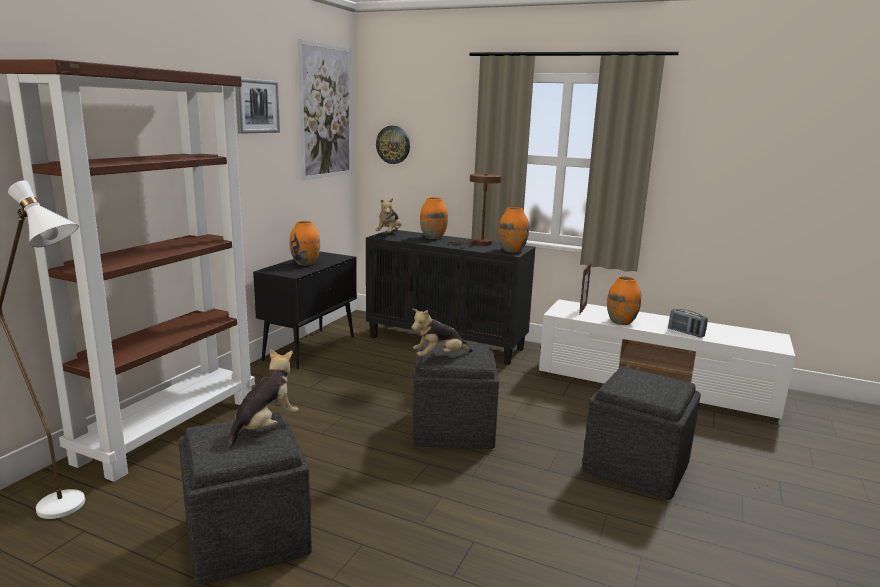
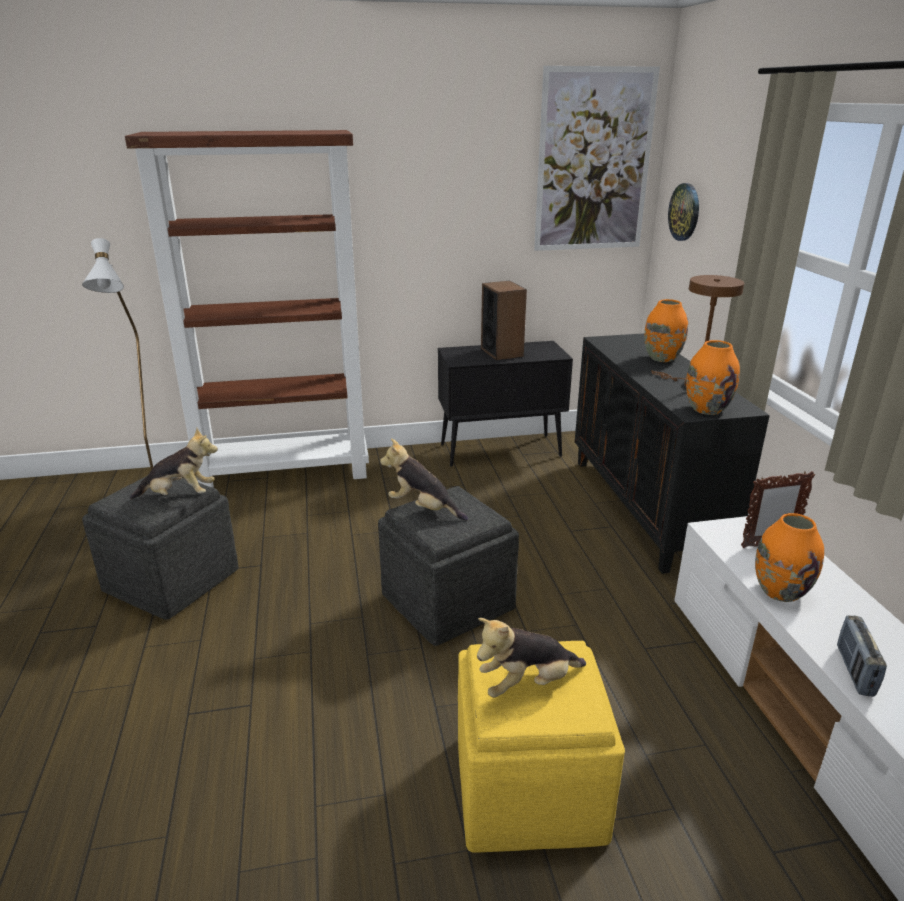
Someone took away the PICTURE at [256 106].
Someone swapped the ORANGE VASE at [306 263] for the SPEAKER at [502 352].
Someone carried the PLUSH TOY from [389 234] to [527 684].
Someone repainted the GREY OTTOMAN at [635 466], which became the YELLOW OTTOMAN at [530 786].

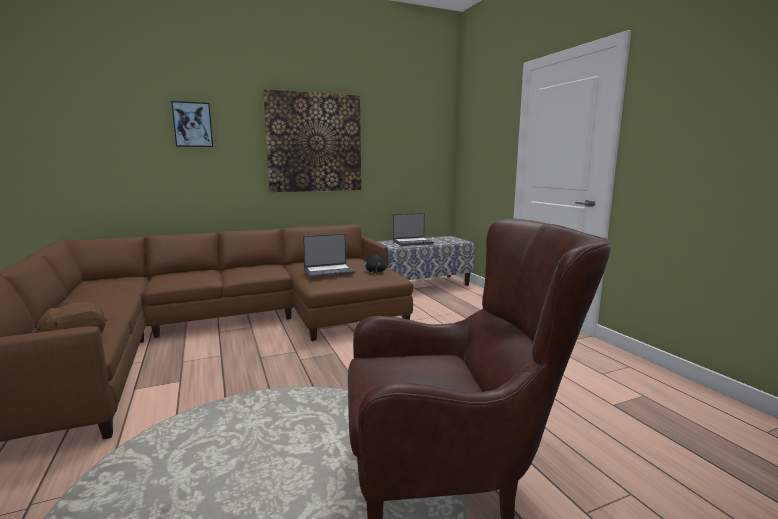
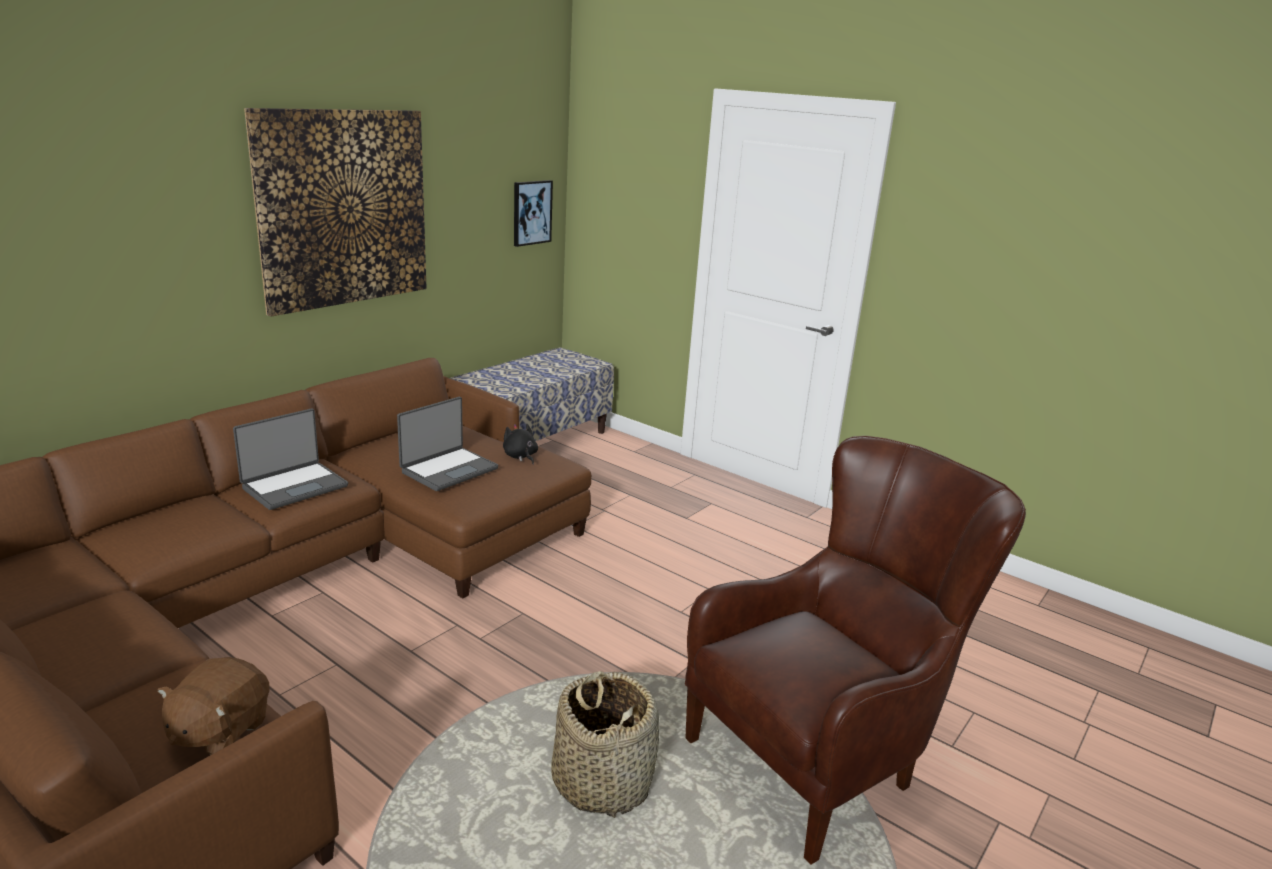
Someone carried the PICTURE from [192 124] to [531 212].
Someone carried the LAPTOP from [412 242] to [294 486].
Someone put down the BASKET at [602 781].

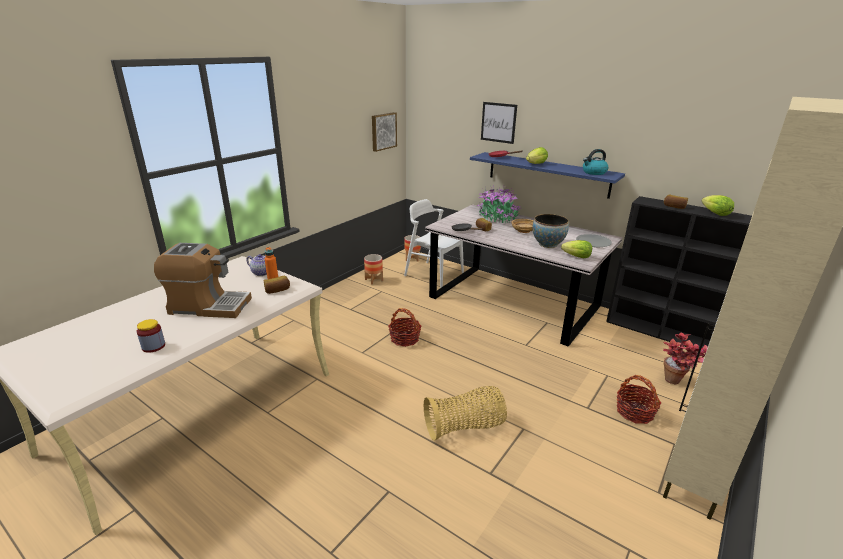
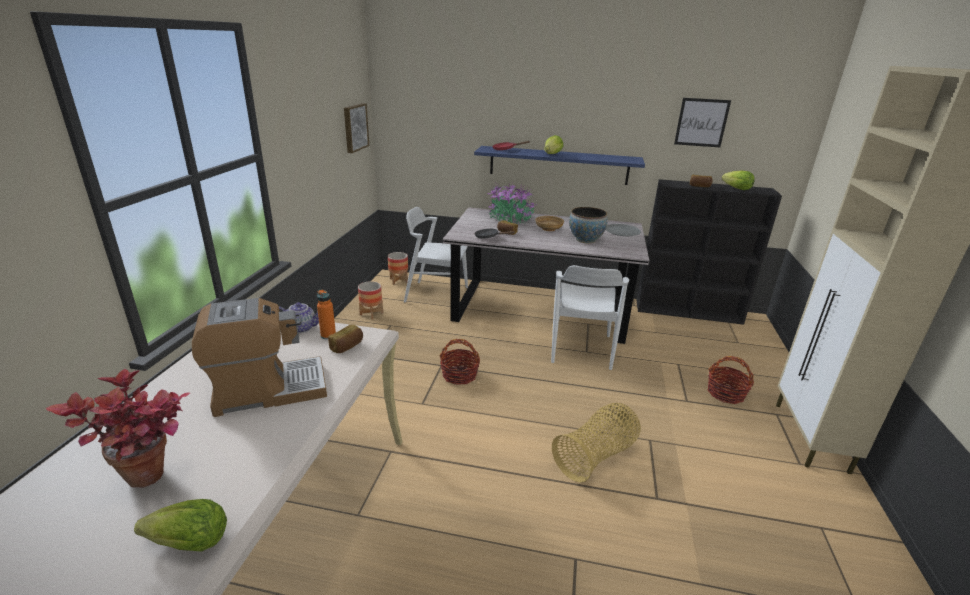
Someone took away the JAR at [153 346].
Someone carried the PICTURE from [498 122] to [701 122].
Someone carried the LETTUCE from [577 257] to [190 543].
Someone took away the KETTLE at [594 172].
Someone carried the POTTED PLANT from [677 383] to [154 482].
Someone put down the WHITE CHAIR at [581 349].

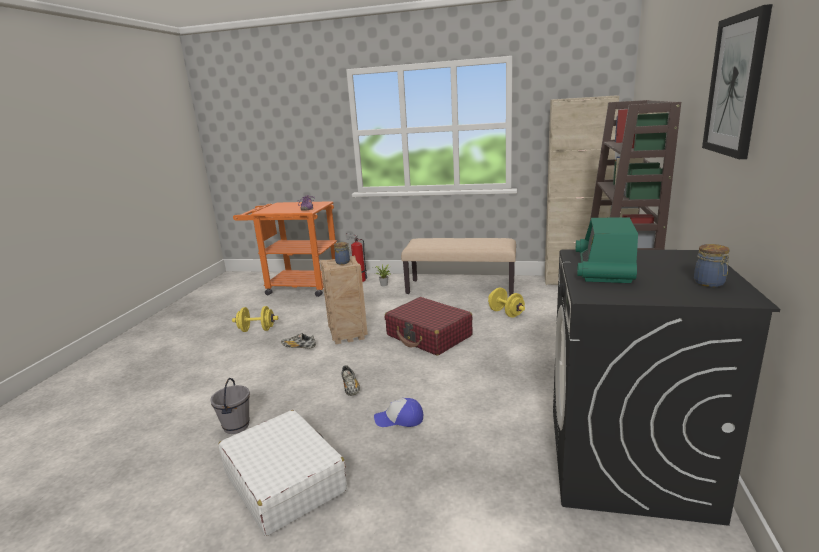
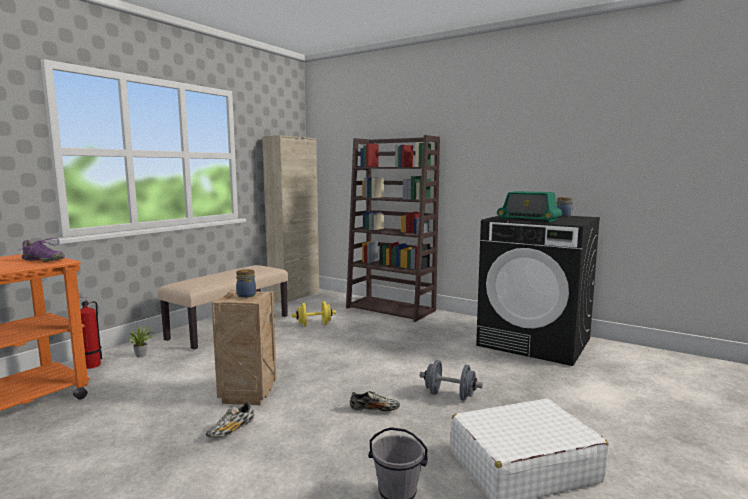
Someone took away the YELLOW DUMBBELL at [257 330].
Someone swapped the CAP at [399 419] for the GREY DUMBBELL at [450 395].
Someone took away the RED SUITCASE at [429 336].
Someone took away the PICTURE at [735 86].

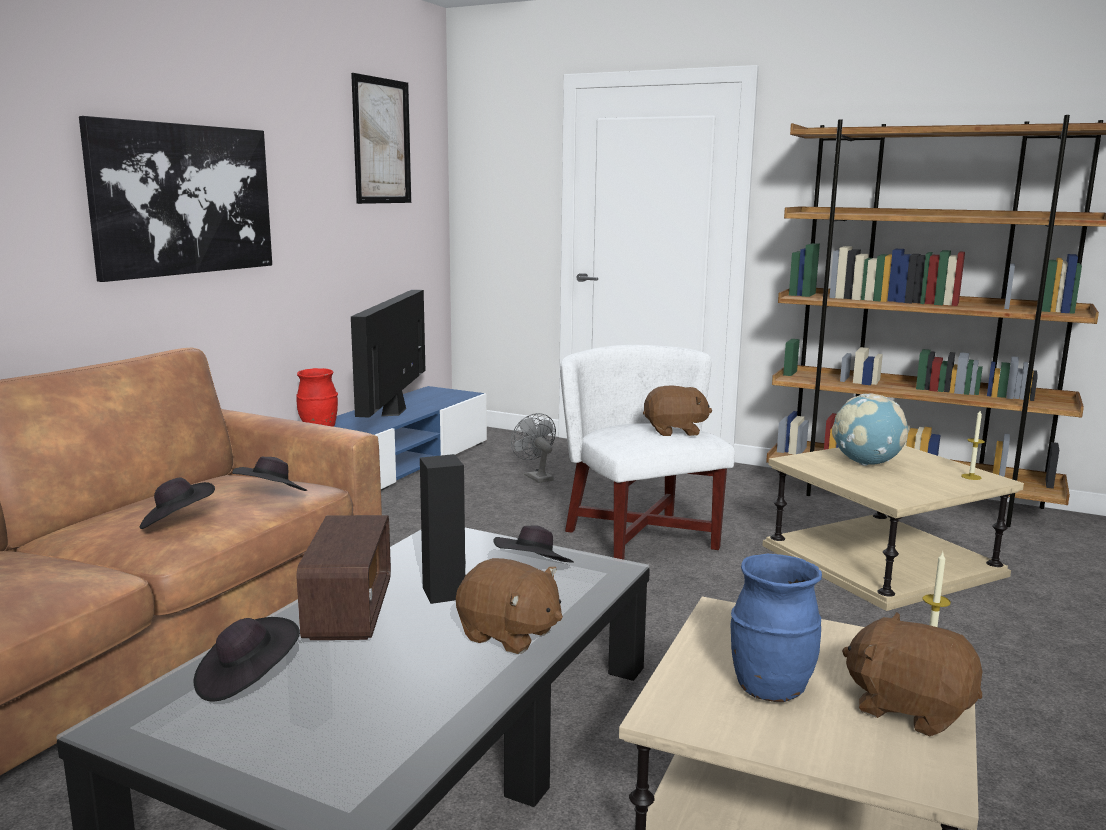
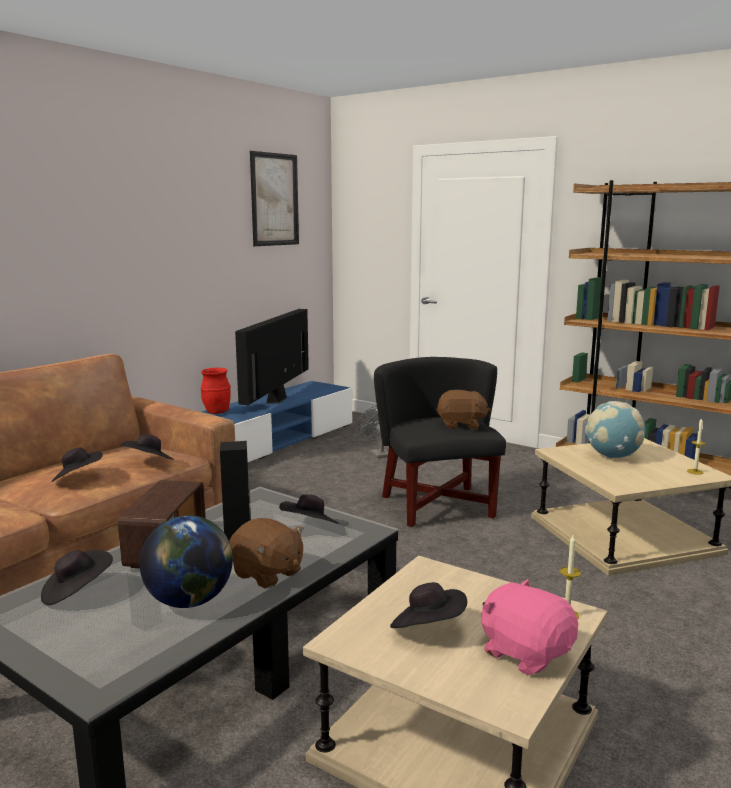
Someone took away the PICTURE at [184 199].
Someone repainted the WHITE ARMCHAIR at [642 538], which became the BLACK ARMCHAIR at [438 506].
Someone swapped the BLUE VASE at [769 688] for the BLACK HAT at [428 628].
Someone repainted the BROWN PLUSH TOY at [909 708], which became the PINK PLUSH TOY at [525 653].
Someone put down the GLOBE at [190 601].

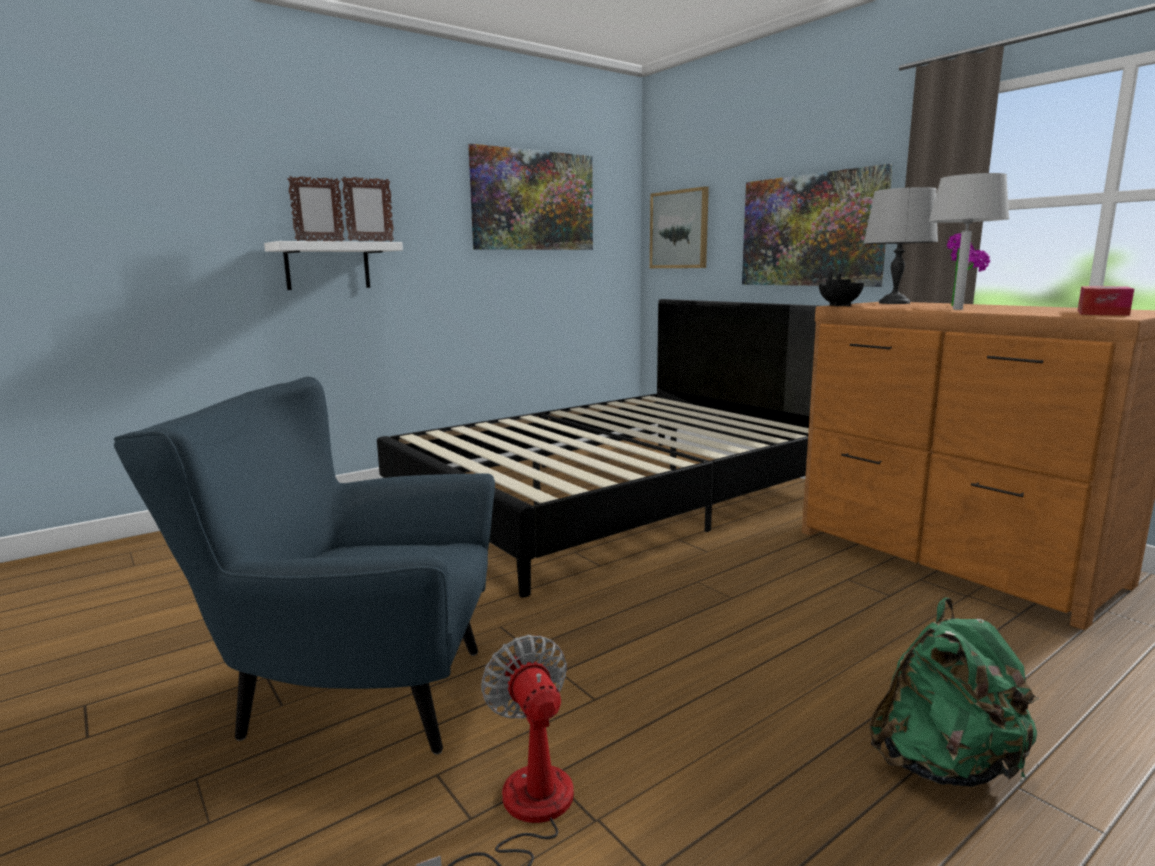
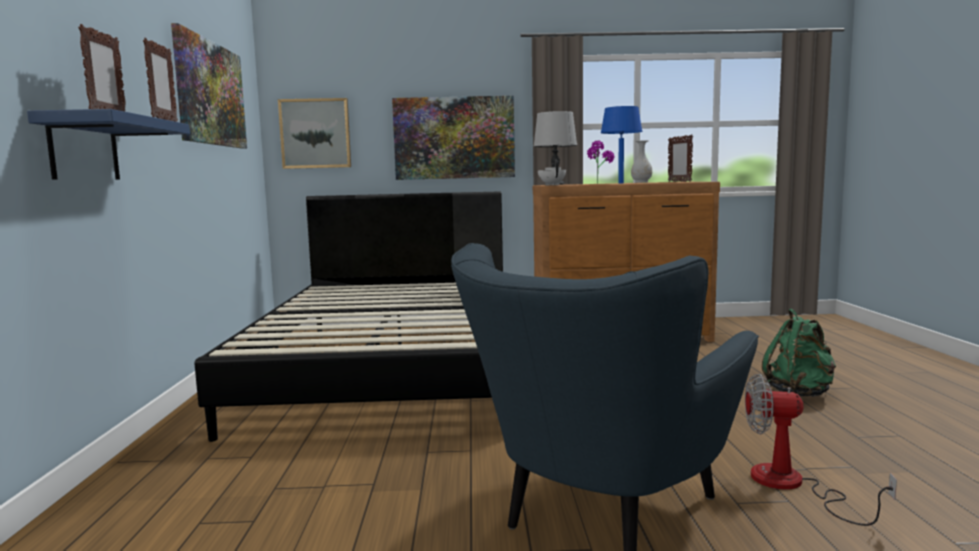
Someone repainted the WHITE SHELF at [327 266], which became the BLUE SHELF at [84 149].
Someone repainted the BLACK TEAPOT at [840 305], which became the WHITE TEAPOT at [552 185].
Someone repainted the GREY TABLE LAMP at [957 309], which became the BLUE TABLE LAMP at [620 183].
Someone swapped the TISSUE BOX at [1102 312] for the PICTURE FRAME at [679 181].
Someone put down the WHITE VASE at [641 182].

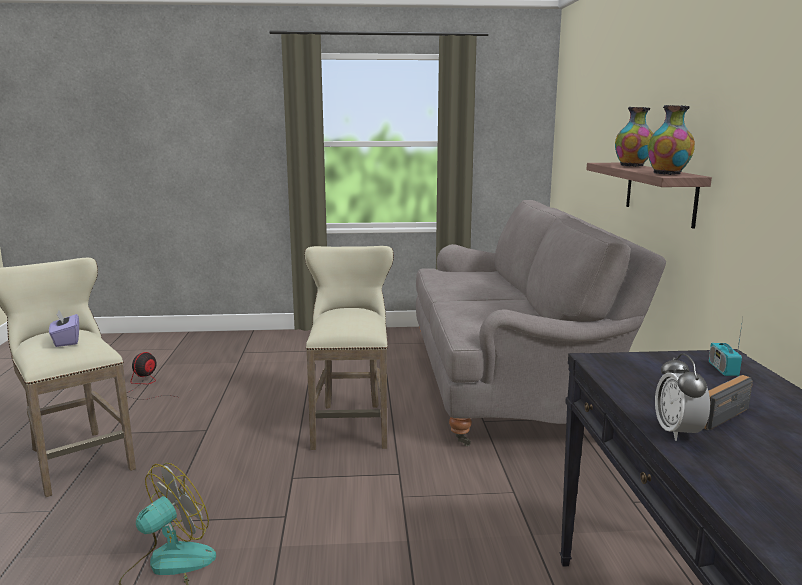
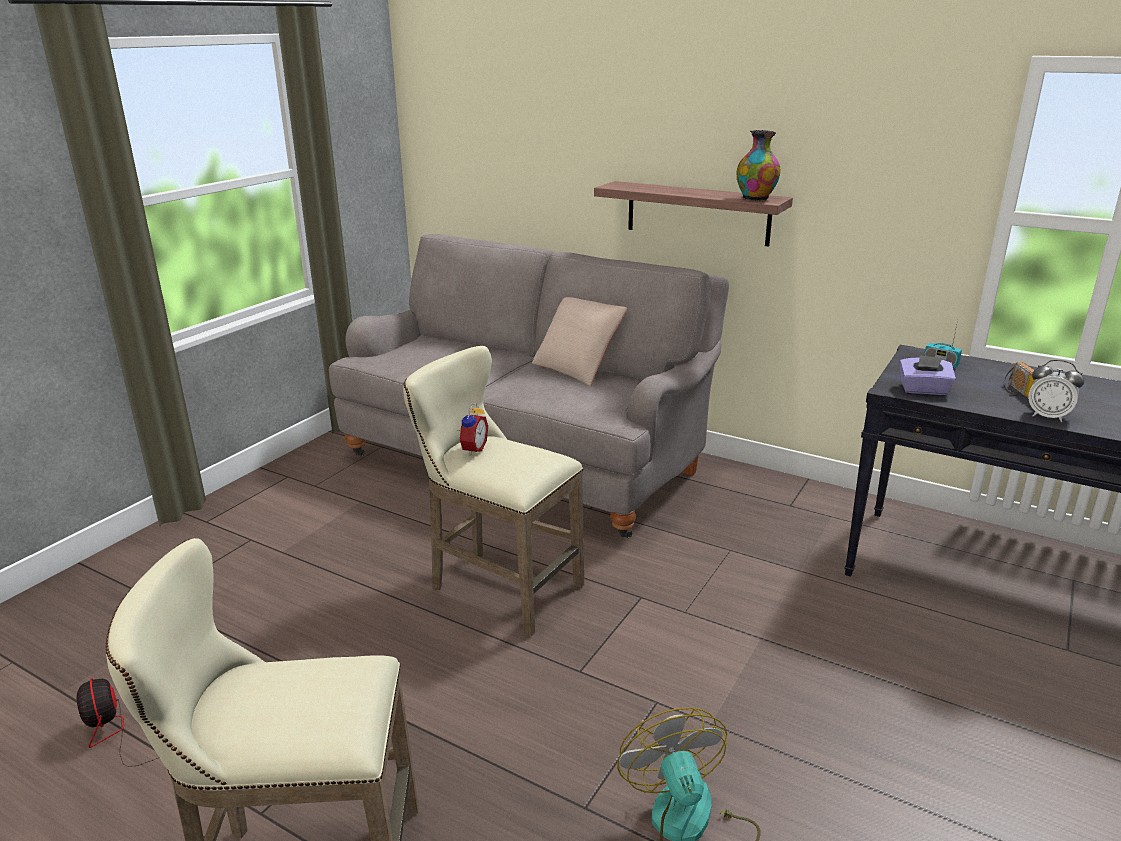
Someone carried the PURPLE TISSUE BOX from [66 341] to [923 390].
Someone took away the VASE at [632 166].
Someone put down the ALARM CLOCK at [472 449].
Someone put down the BEIGE PILLOW at [577 368].

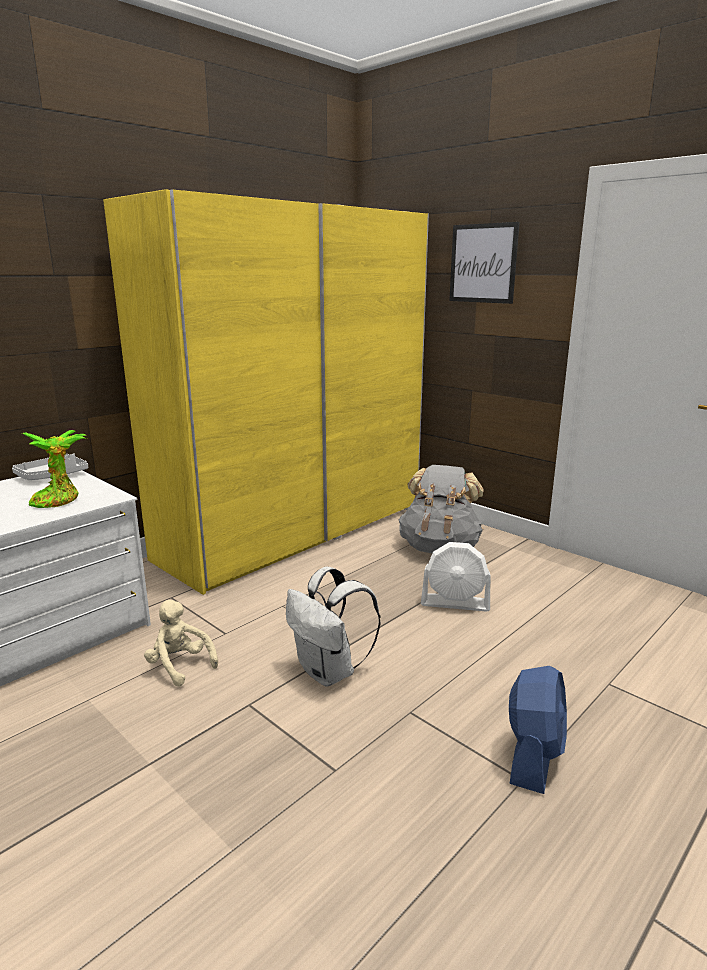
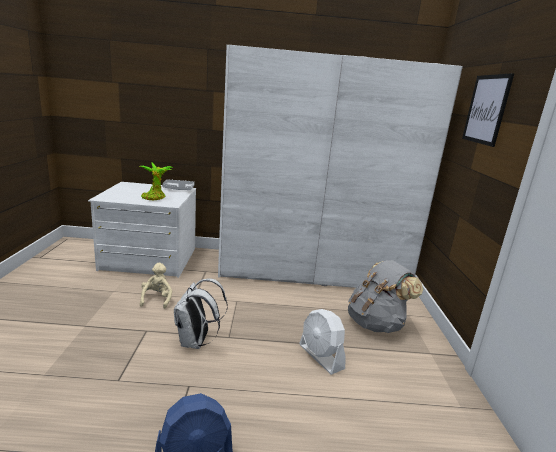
Someone repainted the YELLOW WARDROBE at [295 531], which became the WHITE WARDROBE at [312 271].

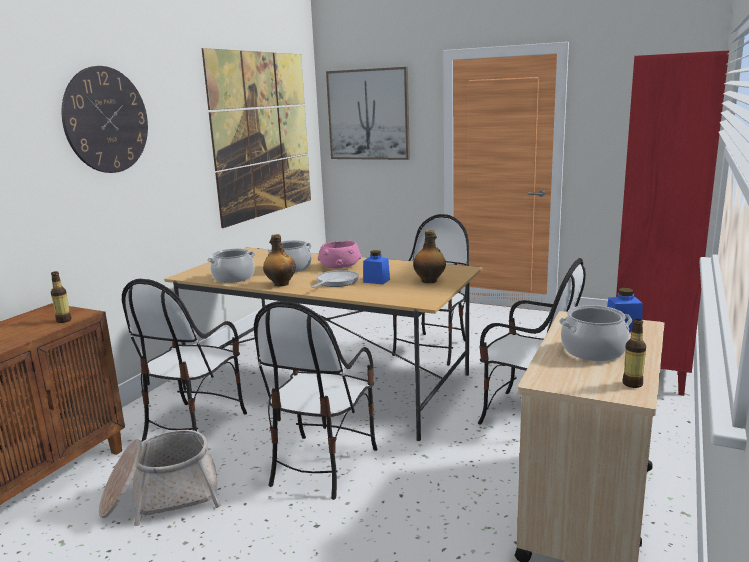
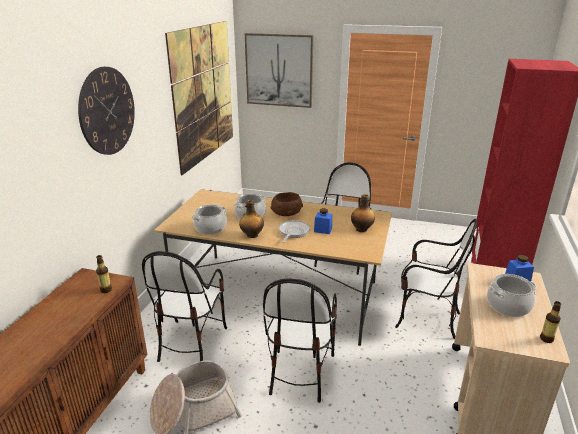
Someone repainted the PINK BOWL at [340 266], which became the BROWN BOWL at [286 212].

